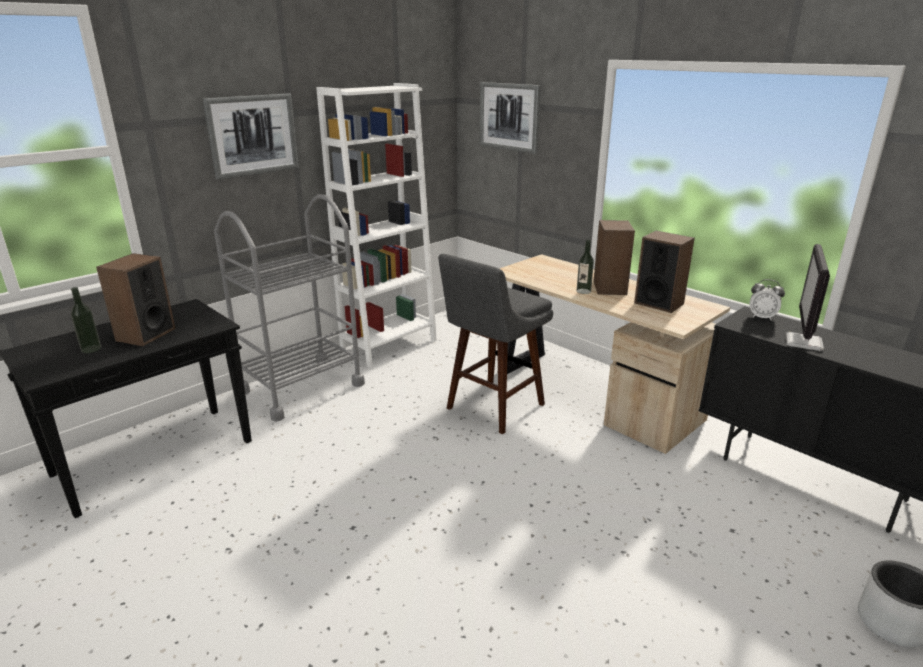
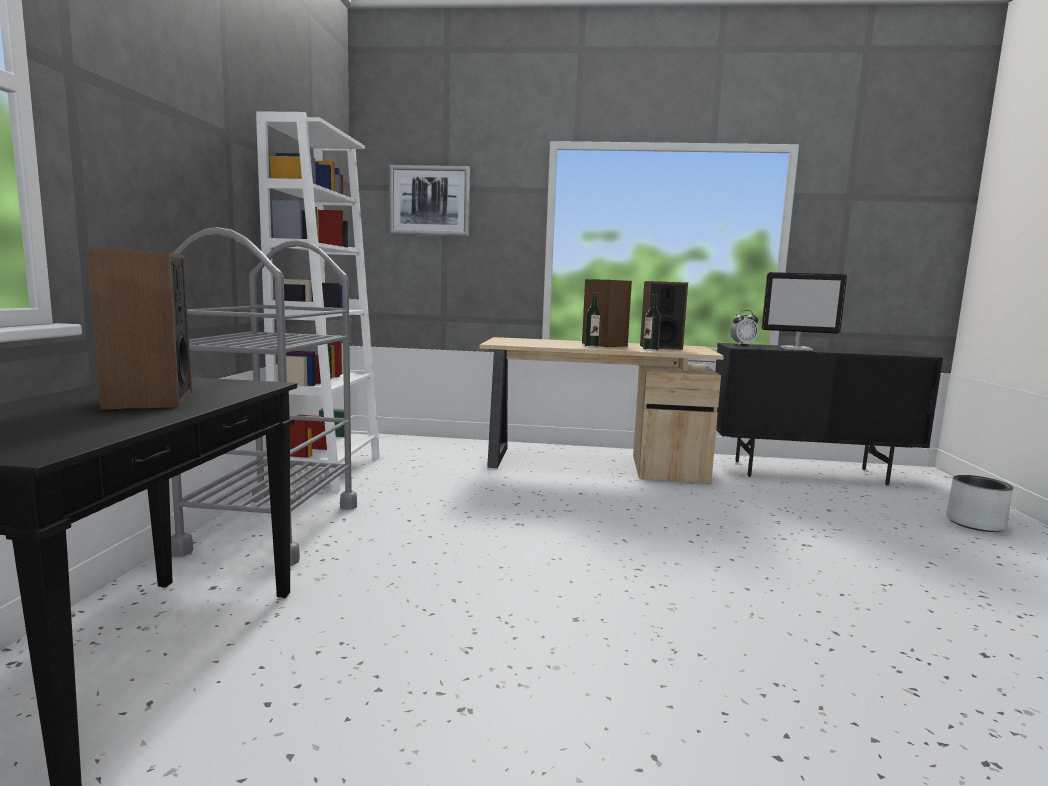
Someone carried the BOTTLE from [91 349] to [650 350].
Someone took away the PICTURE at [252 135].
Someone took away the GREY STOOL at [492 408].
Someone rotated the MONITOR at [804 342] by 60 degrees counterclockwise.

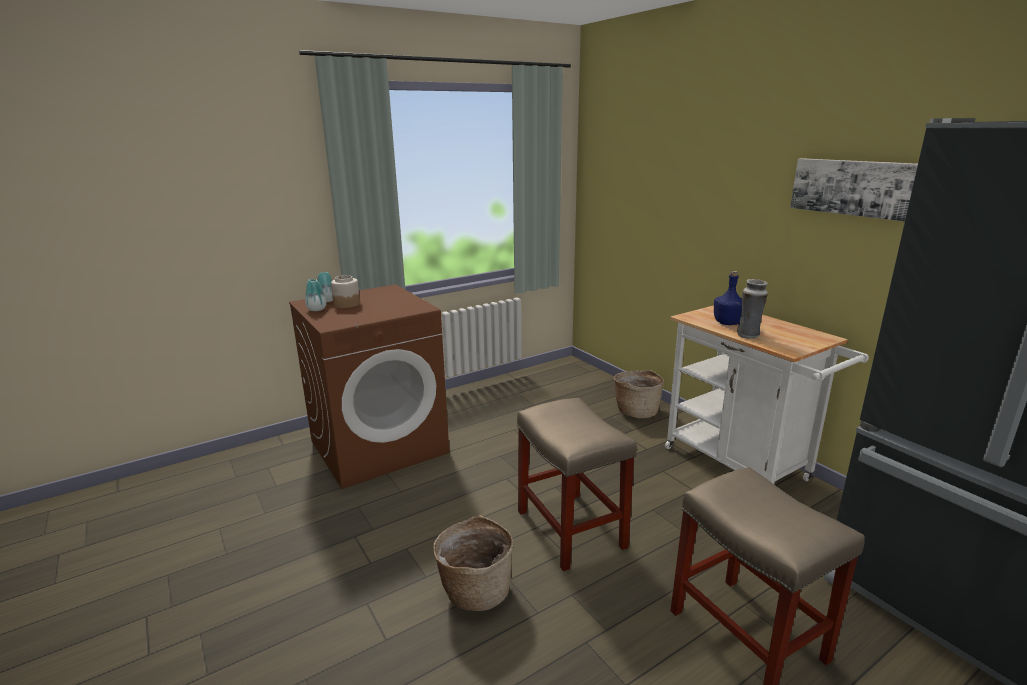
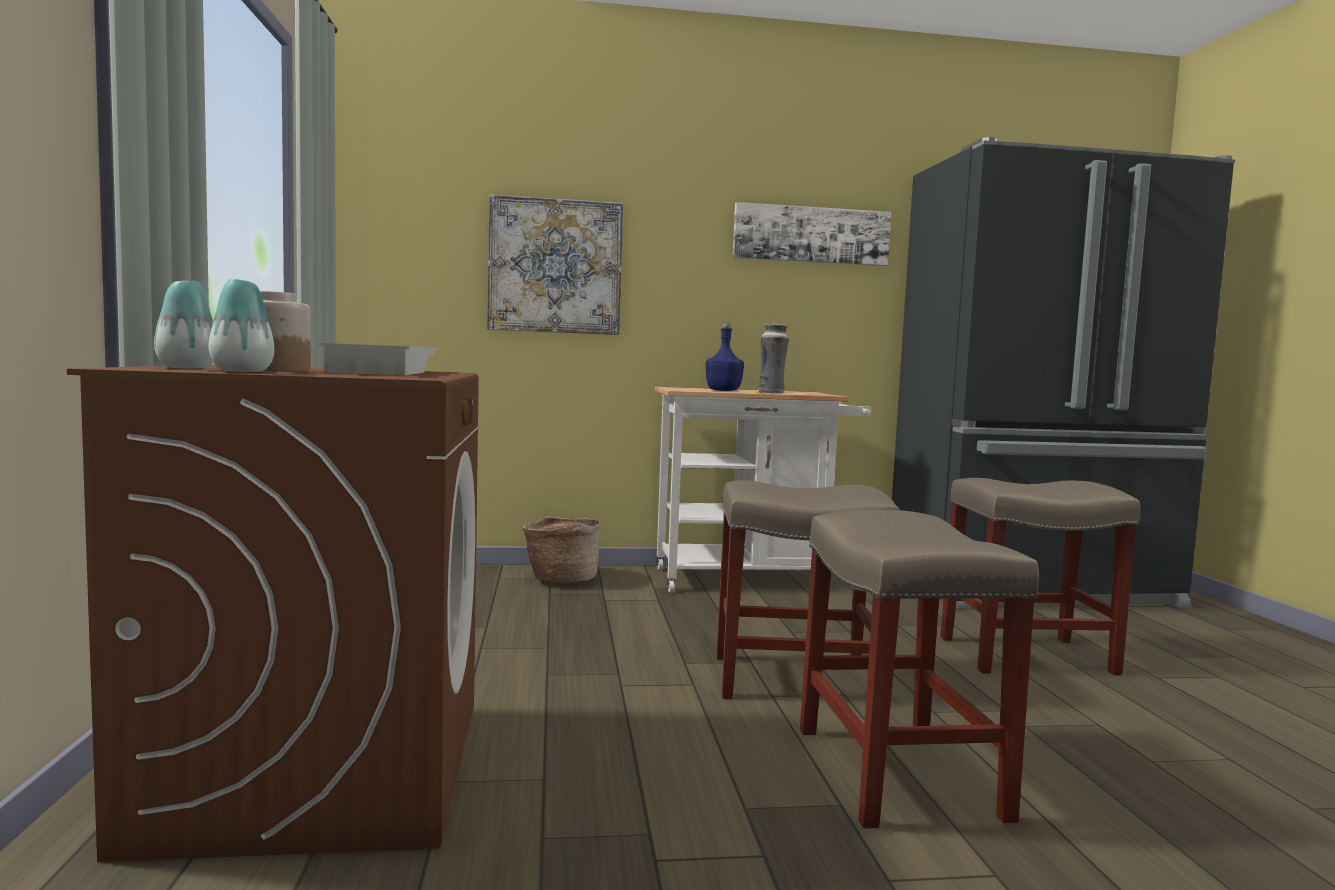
Someone swapped the BASKET at [475 589] for the BEIGE STOOL at [895 770].
Someone put down the WHITE TRAY at [387 371].
Someone put up the PICTURE at [555 266].

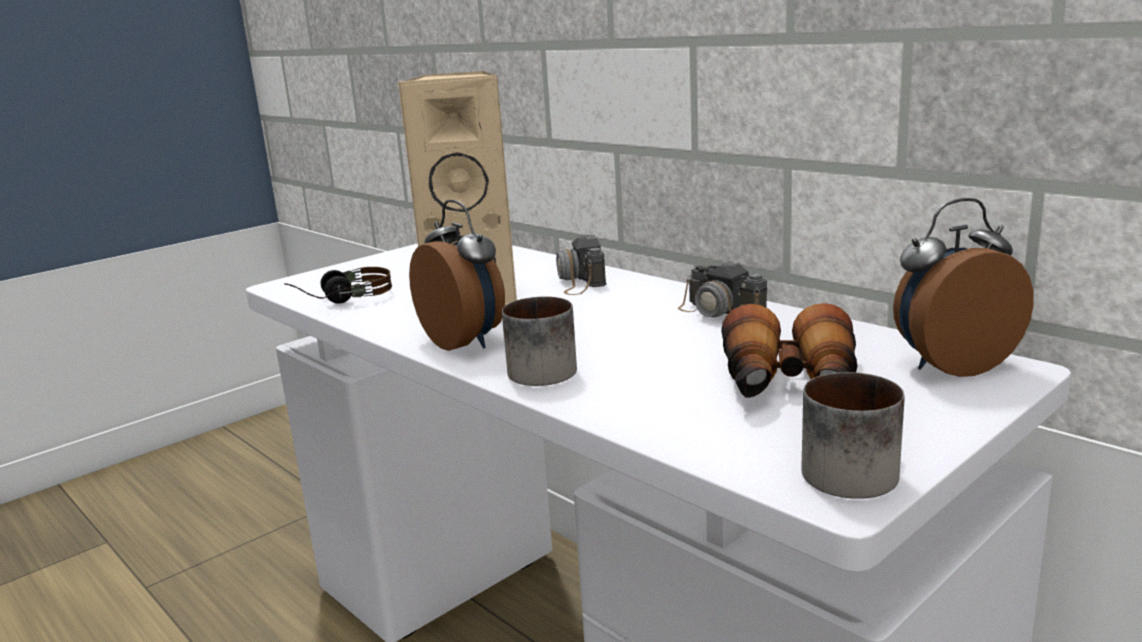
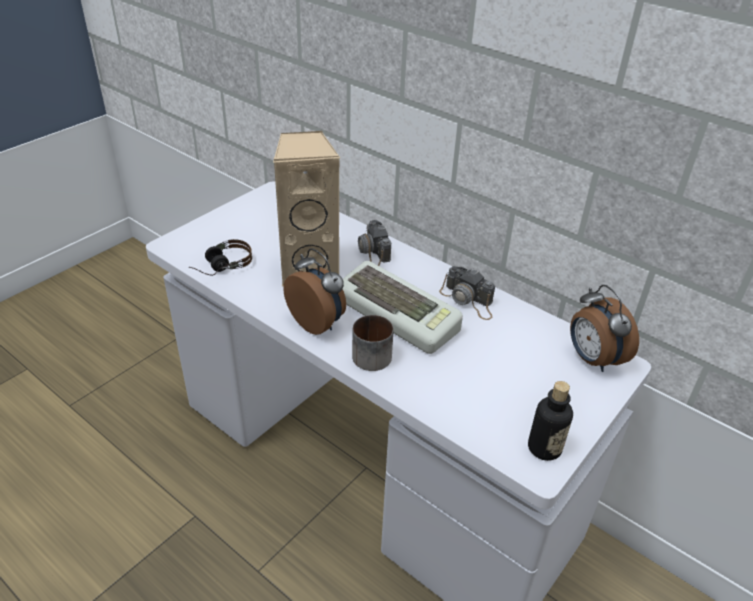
Someone took away the BINOCULARS at [789 385].
Someone swapped the MUG at [851 468] for the BOTTLE at [544 448].
Someone rotated the ALARM CLOCK at [950 365] by 90 degrees counterclockwise.
Someone put down the KEYBOARD at [399 313].

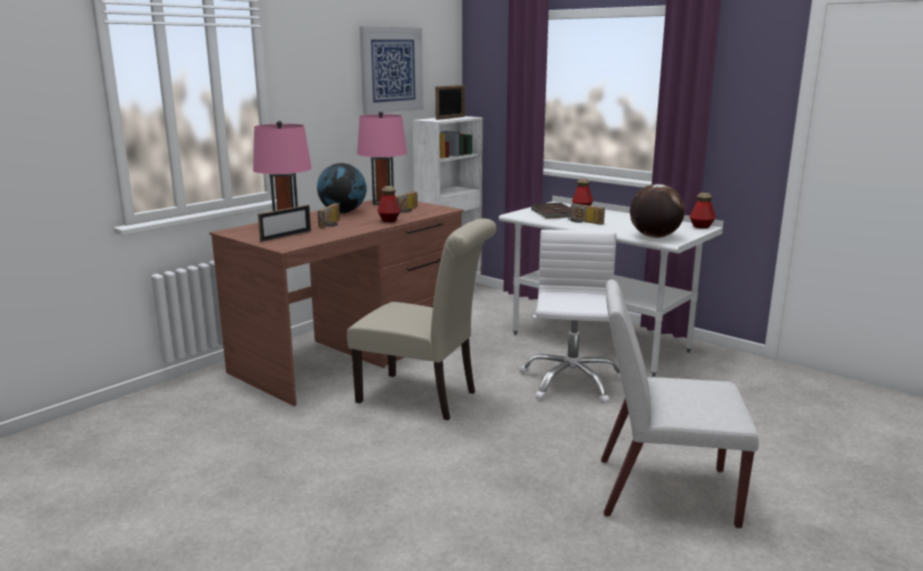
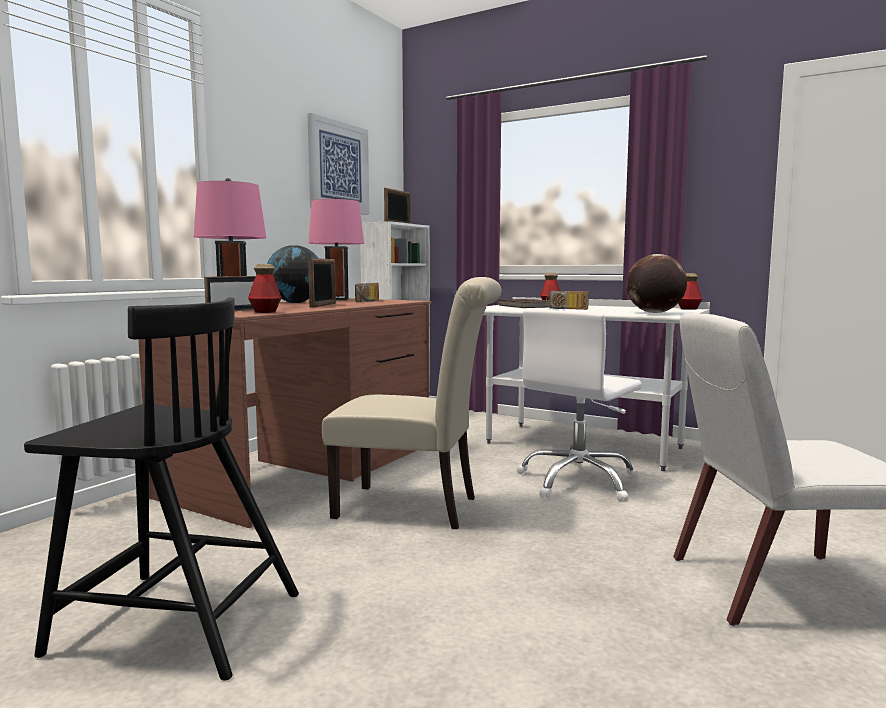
Someone took away the RADIO at [332 224].
Someone carried the BOTTLE from [389 220] to [265 311].
Someone rotated the WHITE OFFICE CHAIR at [571 381] by 135 degrees counterclockwise.
Someone put down the BLACK CHAIR at [174 622].
Someone put down the PICTURE FRAME at [323 305].

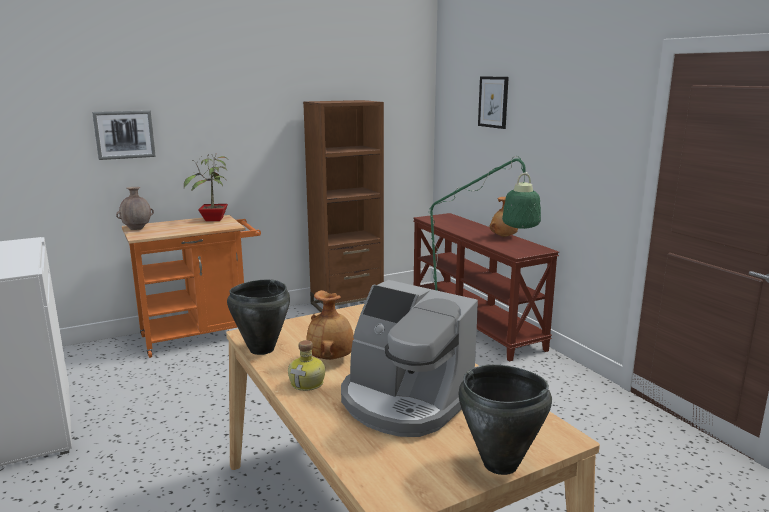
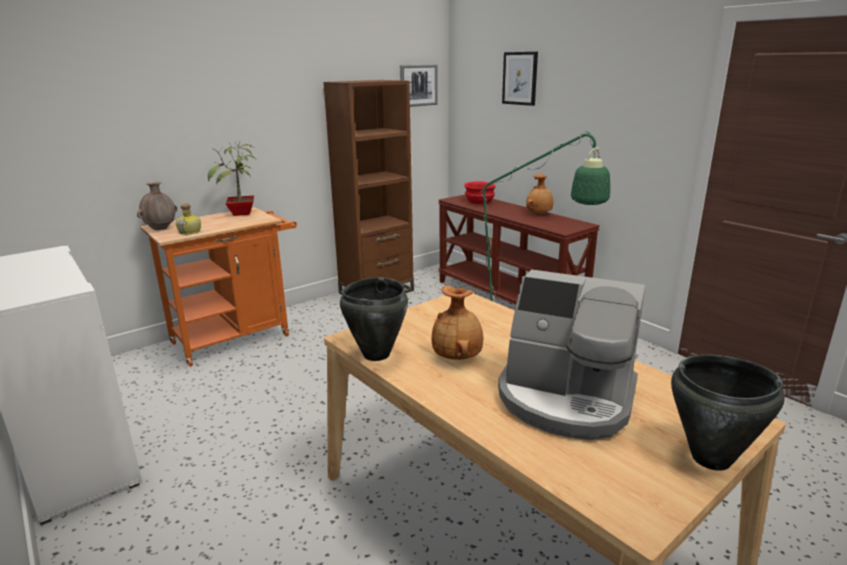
Someone carried the PICTURE from [124 134] to [418 85].
Someone carried the BOTTLE from [308 383] to [190 232].
Someone put down the RED BOWL at [479 202].

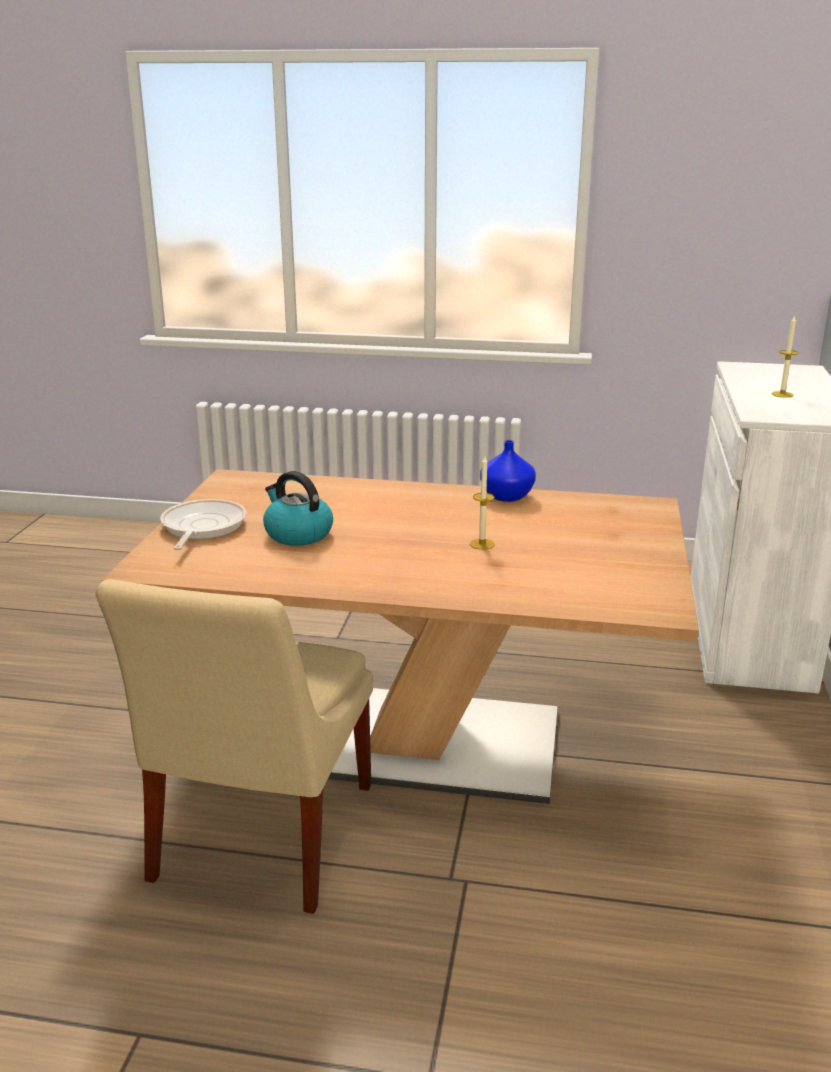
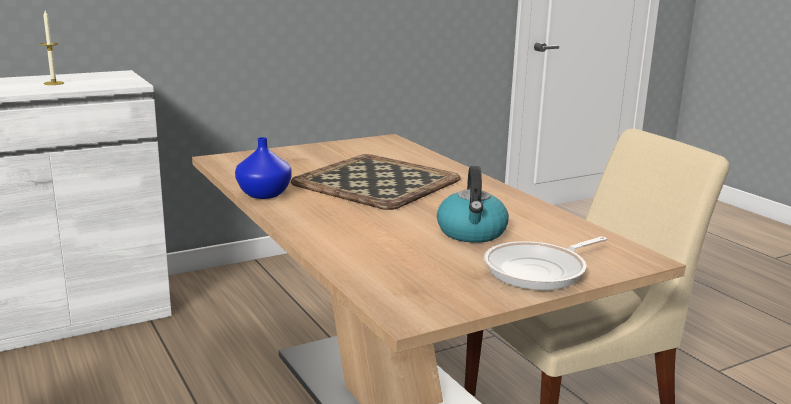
Someone swapped the CANDLE at [482 544] for the TRAY at [375 182].

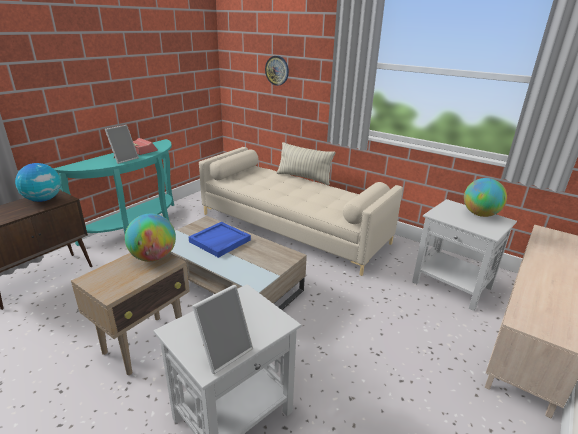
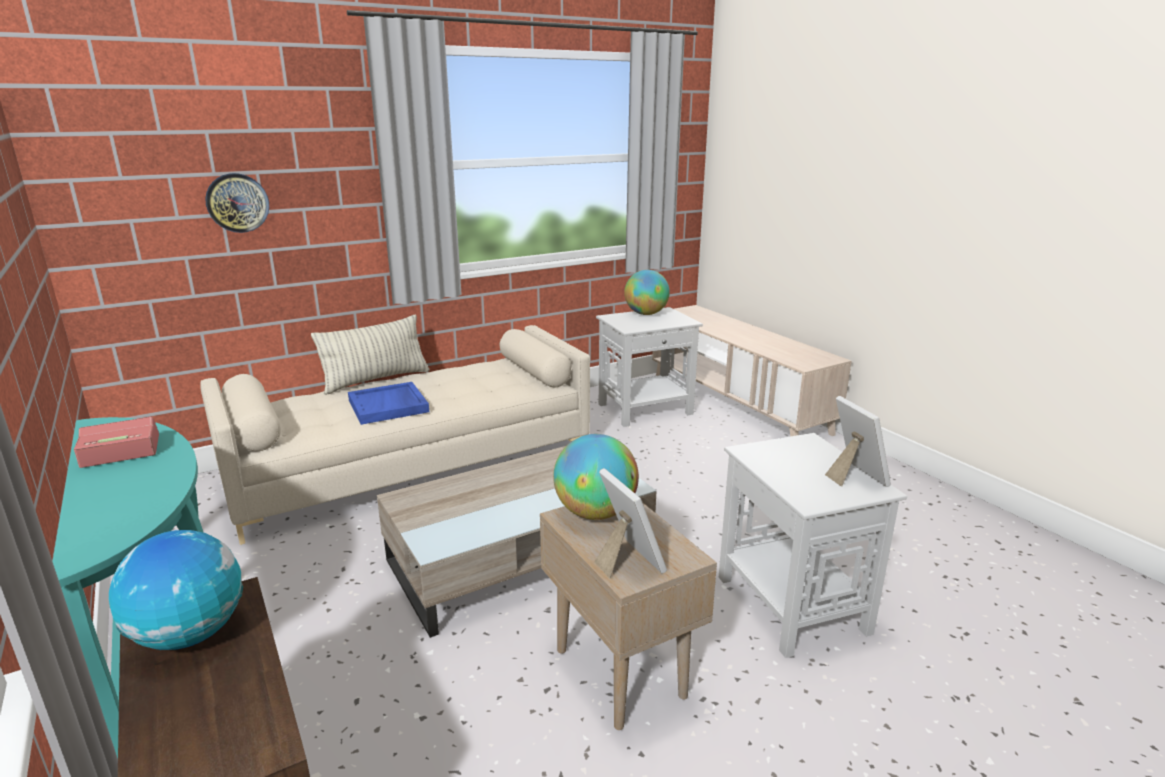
Someone carried the PICTURE FRAME from [124 159] to [627 561].
Someone carried the BLUE TRAY from [220 241] to [389 406].

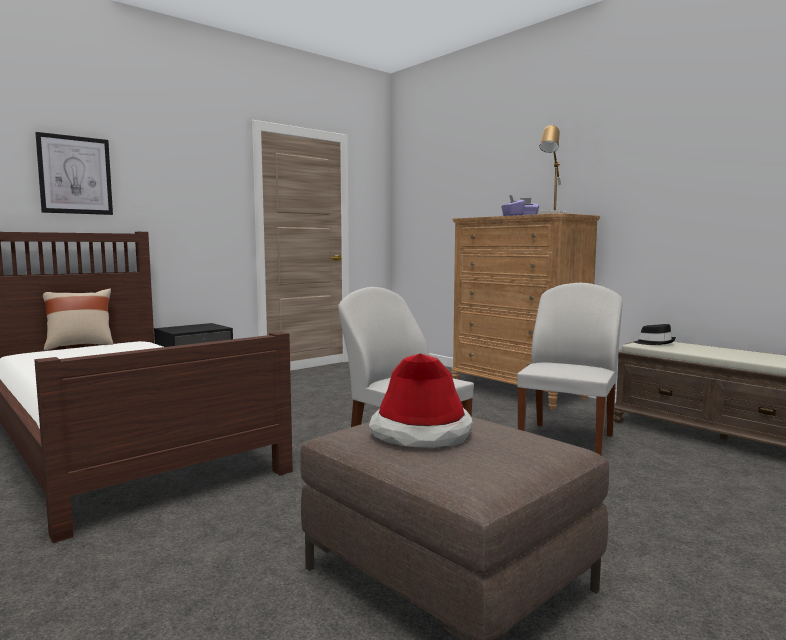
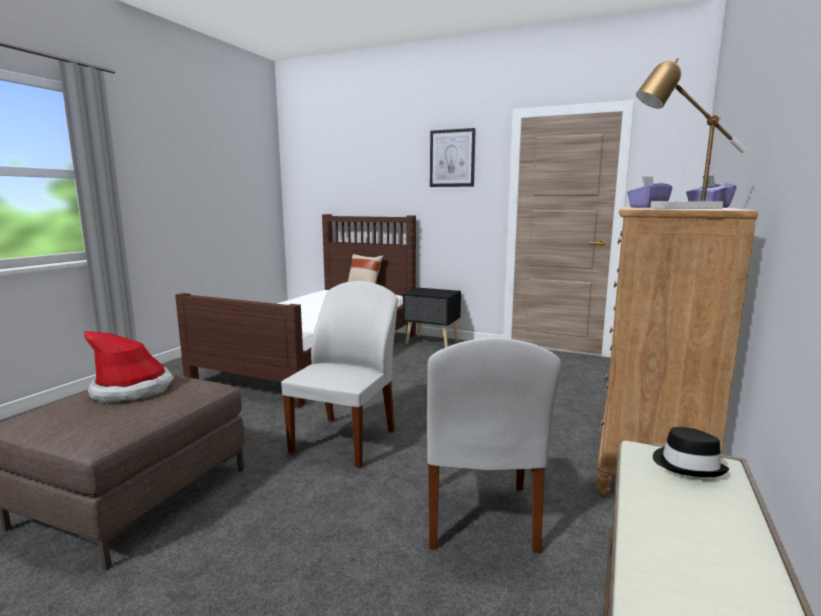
Someone carried the PICTURE from [75 175] to [452 158].
Someone rotated the WHITE CHAIR at [567 440] by 90 degrees clockwise.

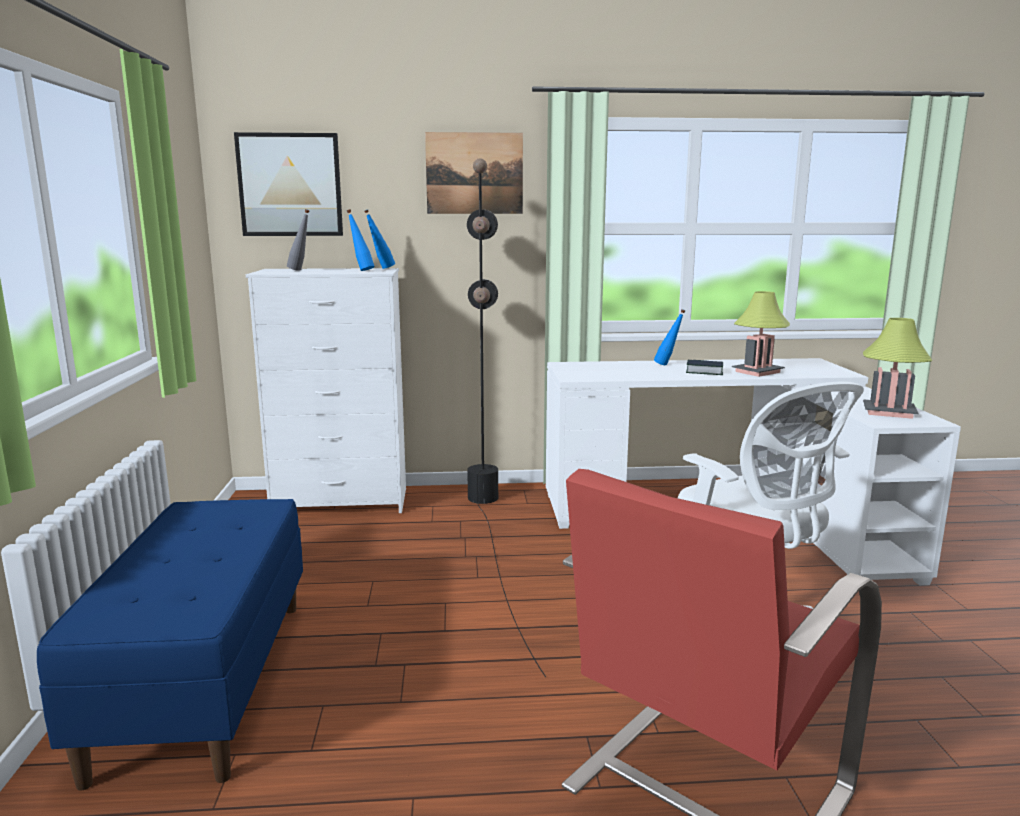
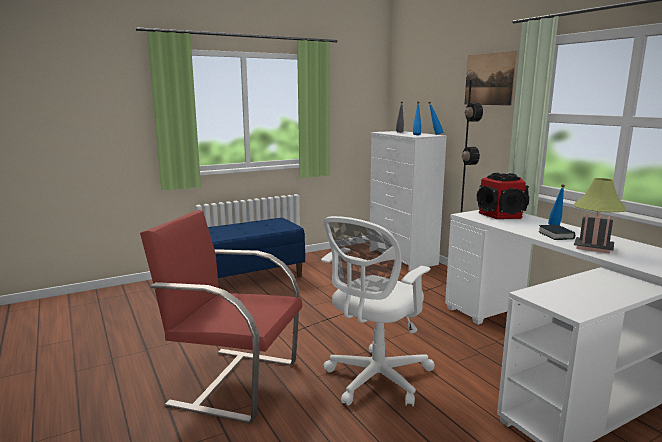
Someone took away the PICTURE at [290 185].
Someone took away the TABLE LAMP at [889 412].
Someone put down the SPEAKER at [501 214].

